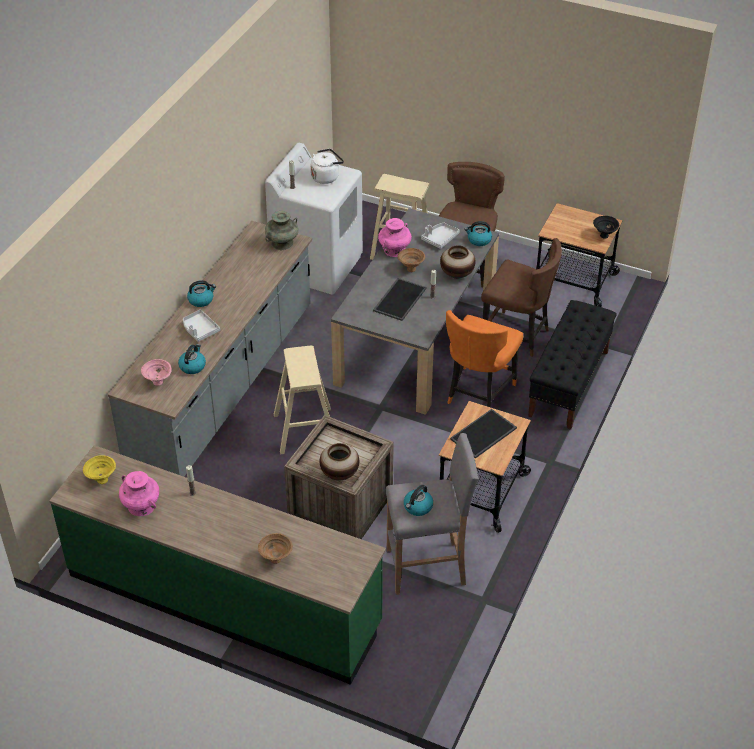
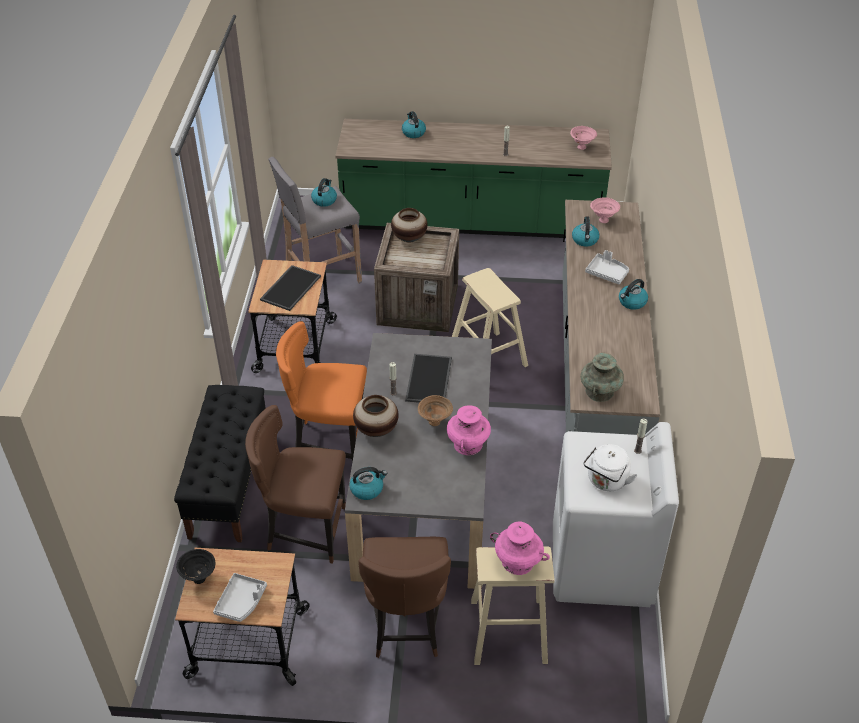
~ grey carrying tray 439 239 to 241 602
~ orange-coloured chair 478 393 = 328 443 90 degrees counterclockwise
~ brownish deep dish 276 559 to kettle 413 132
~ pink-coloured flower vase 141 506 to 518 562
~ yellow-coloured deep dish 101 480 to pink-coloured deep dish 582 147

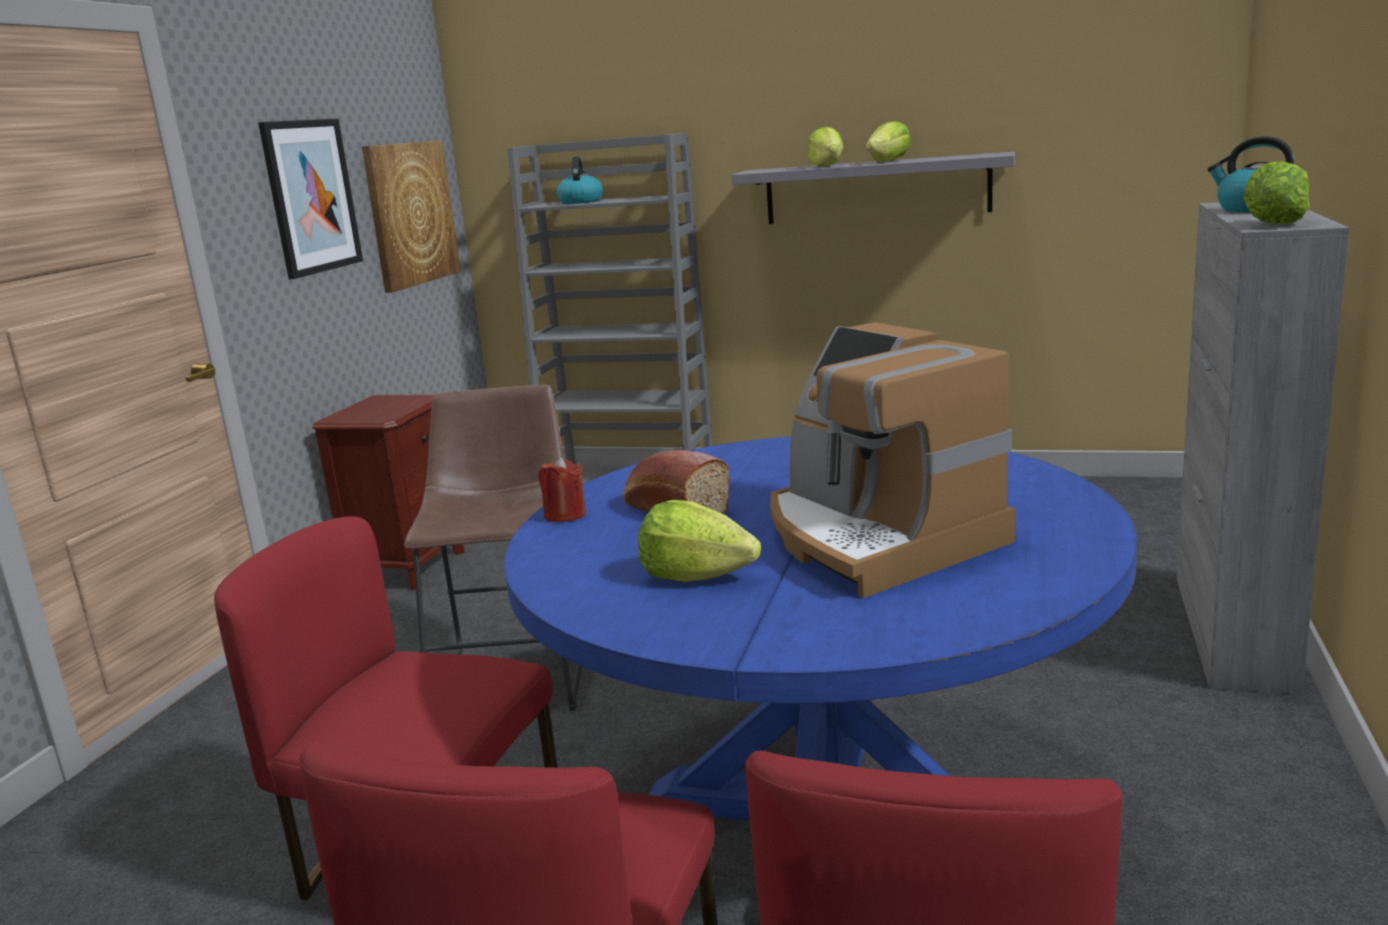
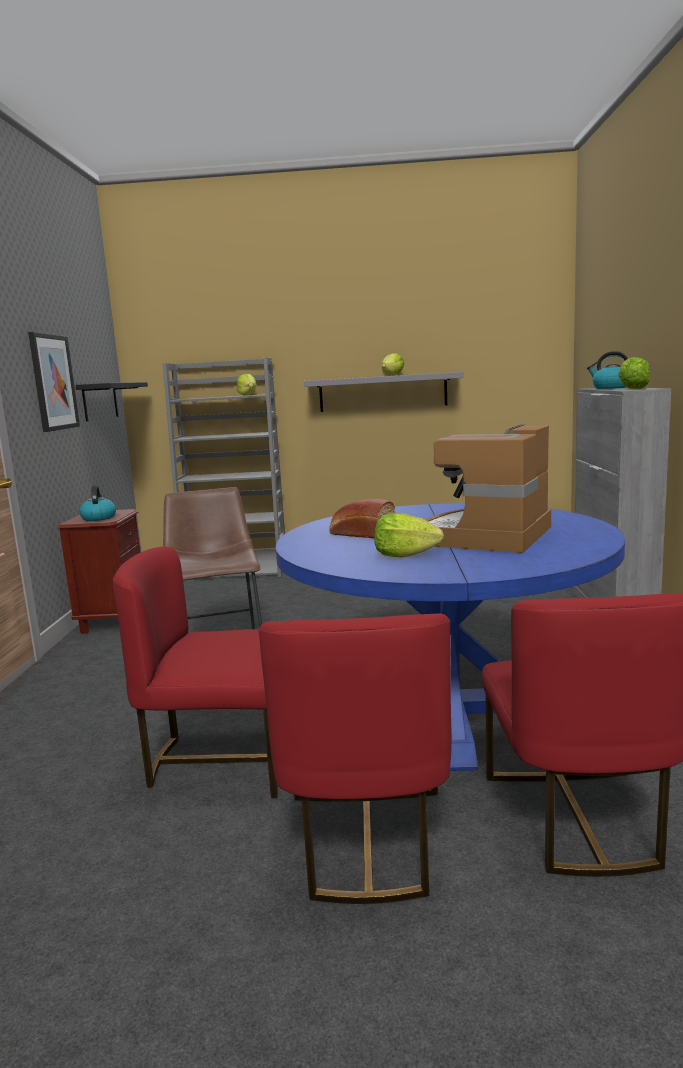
~ wall picture 410 213 to black shelf 100 401
~ kettle 580 202 to 98 518
~ head of lettuce 827 166 to 248 395
~ coffee brewer 876 538 = 487 536 75 degrees clockwise
- red candle 565 515

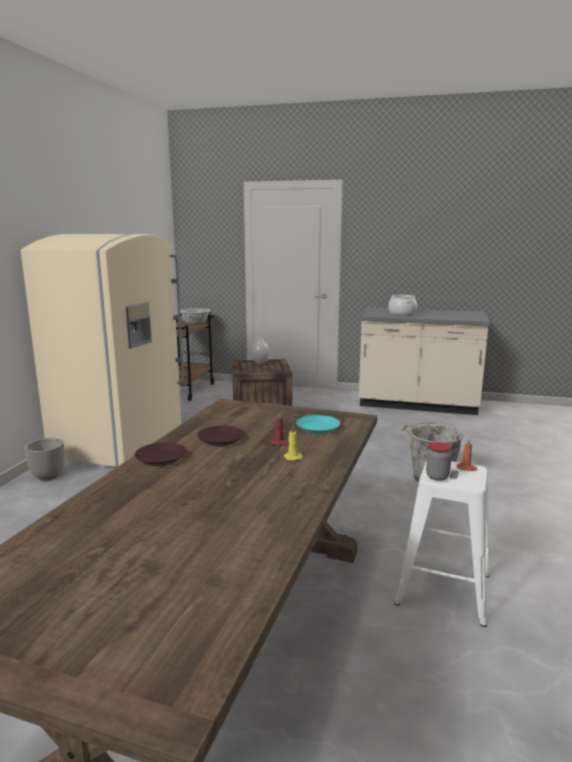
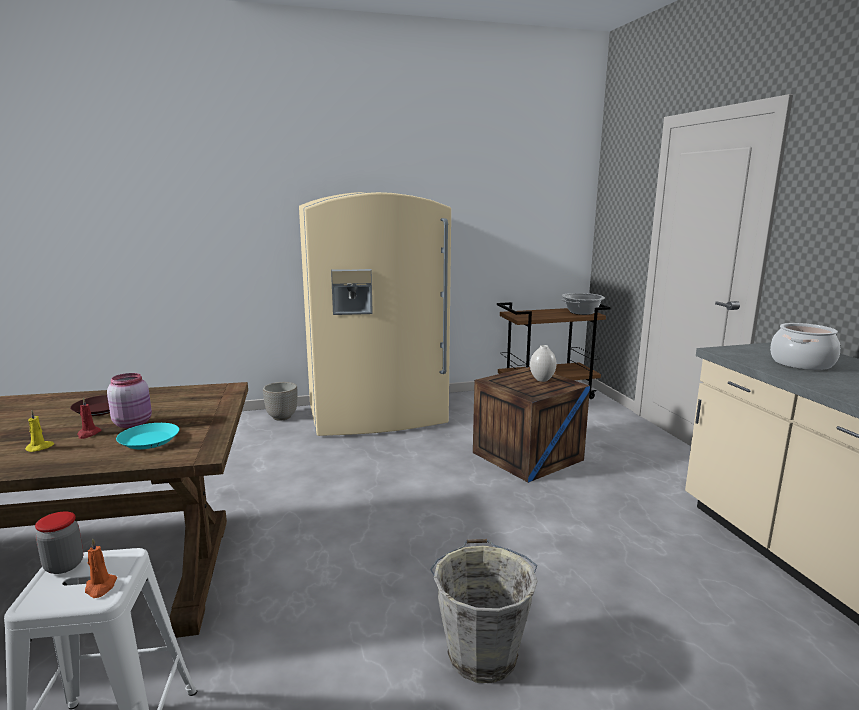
+ pink-coloured jar 134 423
- brownish plate 161 458

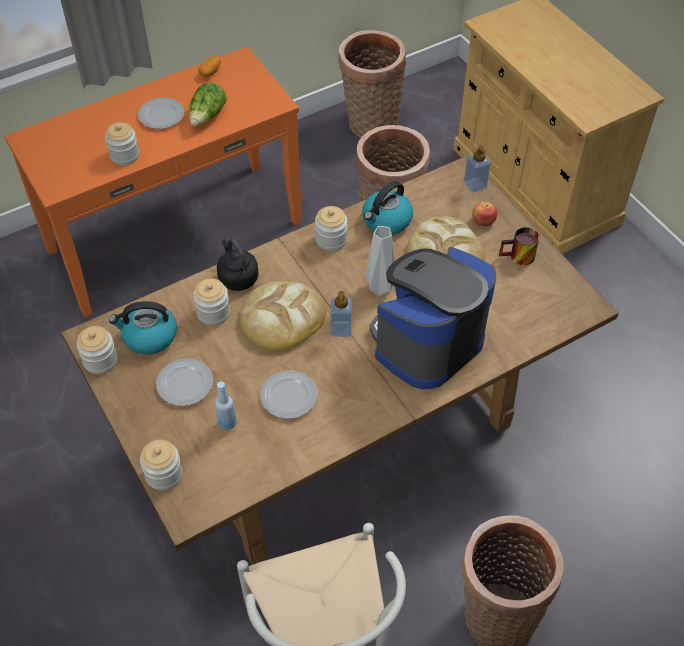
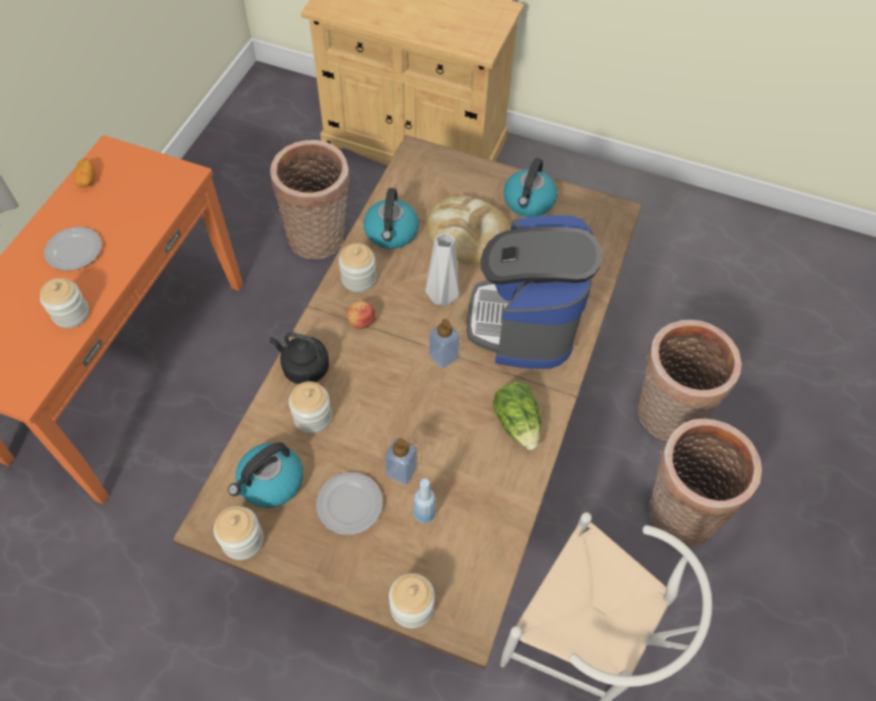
~ whole apple 483 221 to 361 321
~ liquid soap bottle 475 185 to 401 471
~ head of lettuce 207 116 to 517 423
~ coffee mug 518 258 to kettle 528 202
~ household basket 370 123 to 664 415
- baked bread 282 318
- plate 288 396

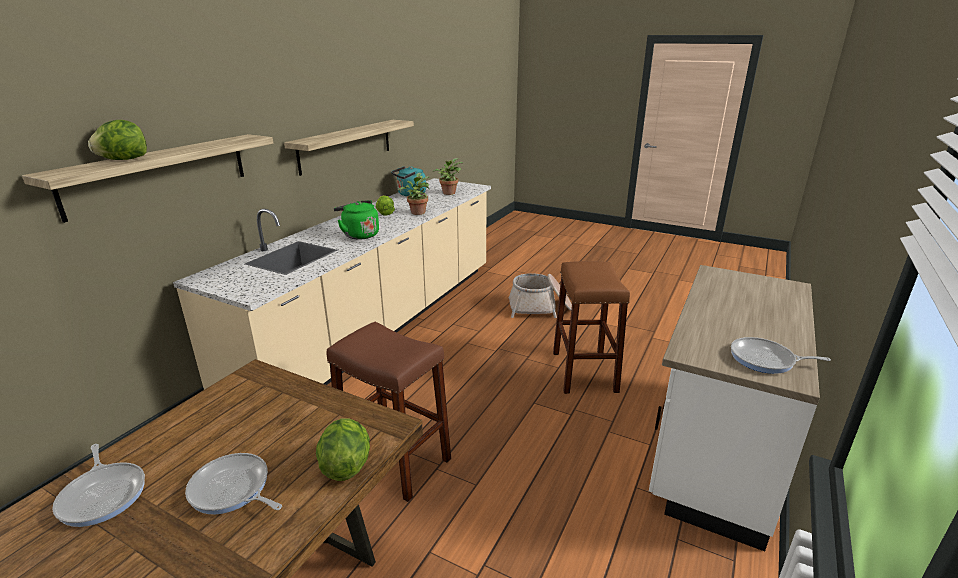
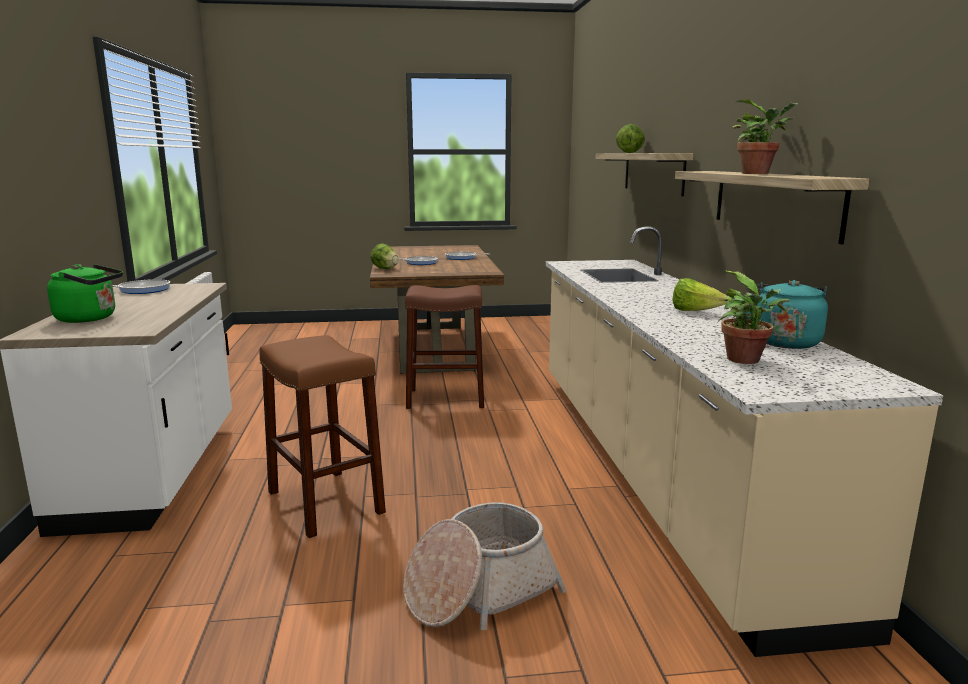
~ green-coloured kettle 359 235 to 90 318
~ plant in a pot 417 212 to 758 173

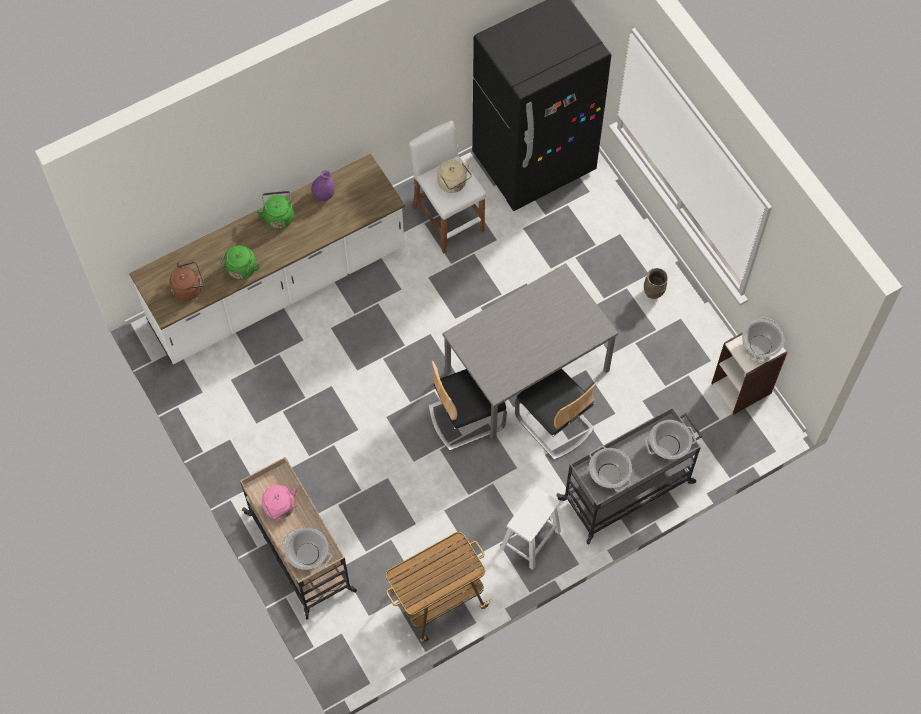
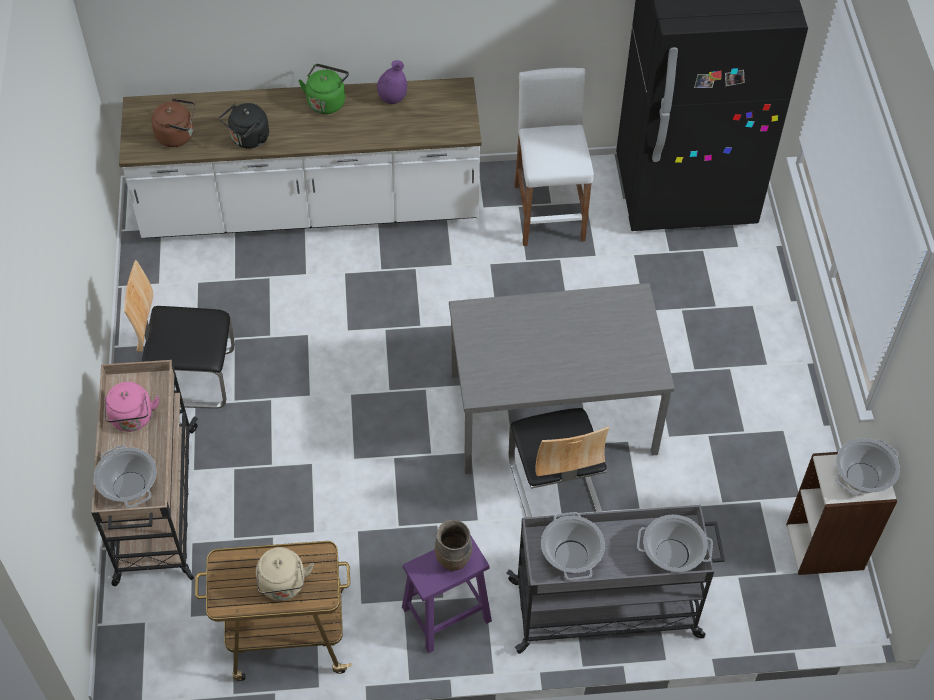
~ chair 465 417 to 190 377
~ green-coloured kettle 241 270 to black kettle 248 139
~ sand-coloured kettle 453 184 to 283 586
~ white-coloured stool seat 530 540 to purple-coloured stool seat 445 615
~ brownish flower vase 653 292 to 454 560

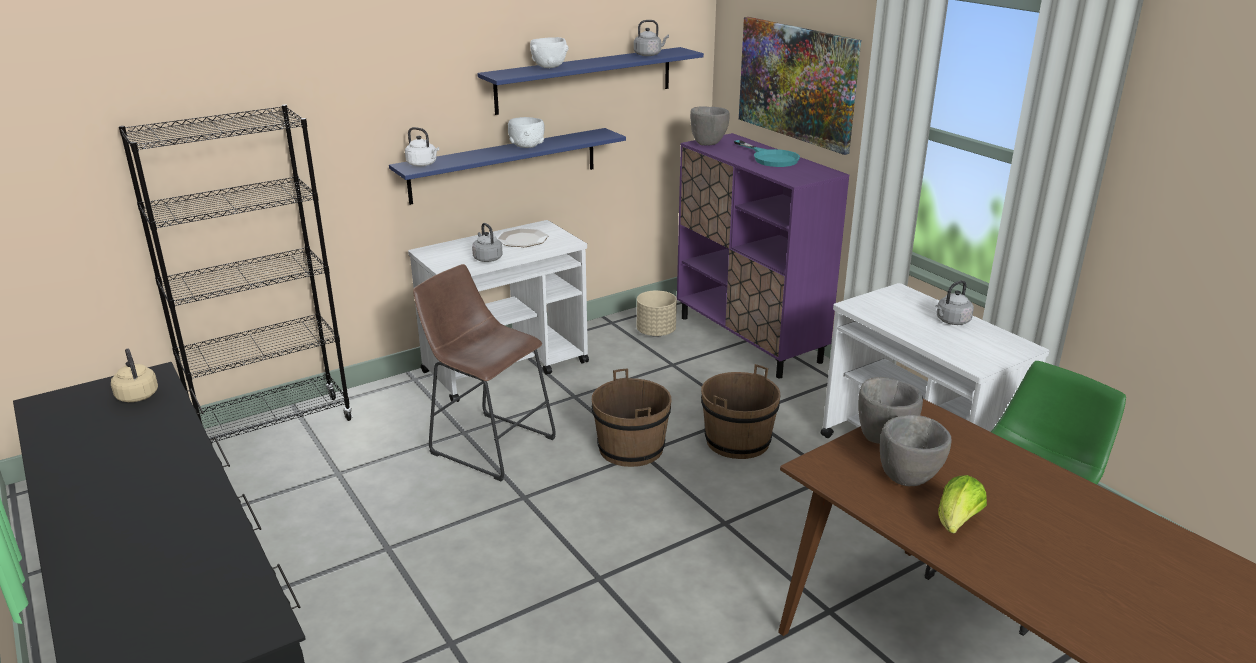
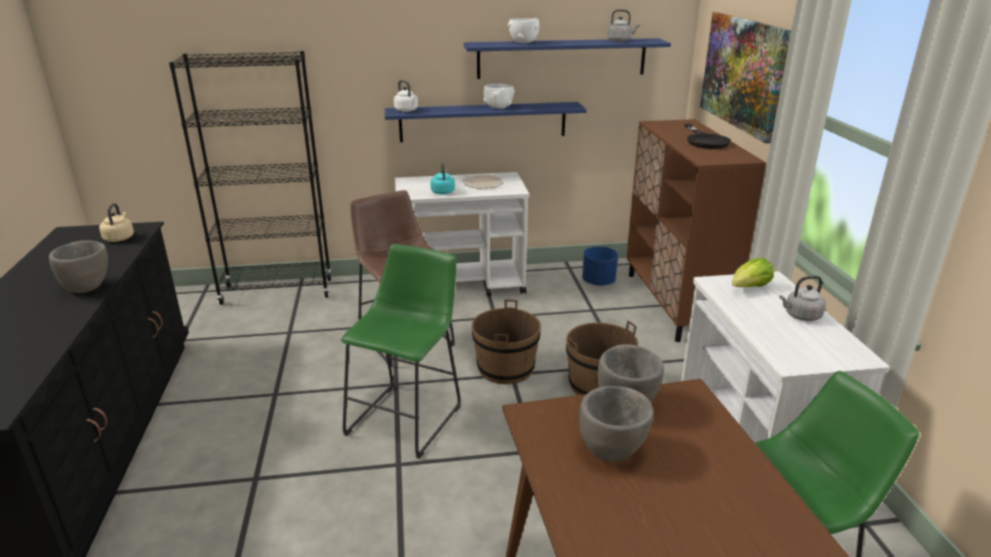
~ grey deep dish 708 143 to 88 288
+ green-coloured stool seat 408 416
~ grey kettle 487 258 to blue-green kettle 442 192
~ sand-coloured planter 656 332 to blue-coloured planter 599 282
~ purple-coloured storage cabinet 749 339 to brownish storage cabinet 674 304
~ blue-green skillet 770 158 to black skillet 705 141
~ head of lettuce 957 523 to 749 288

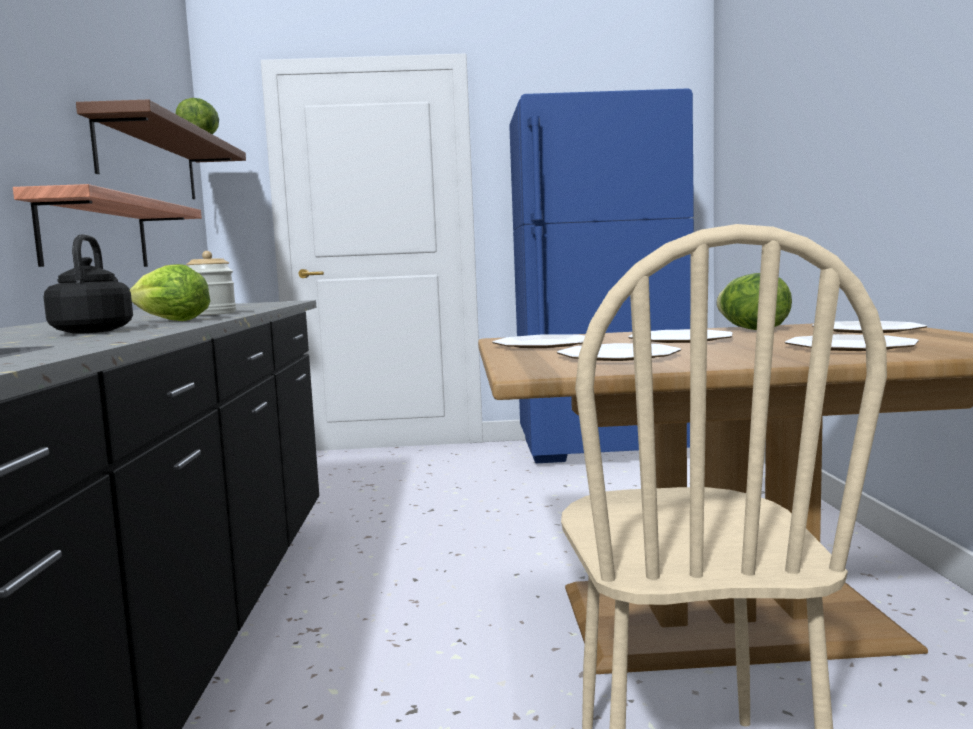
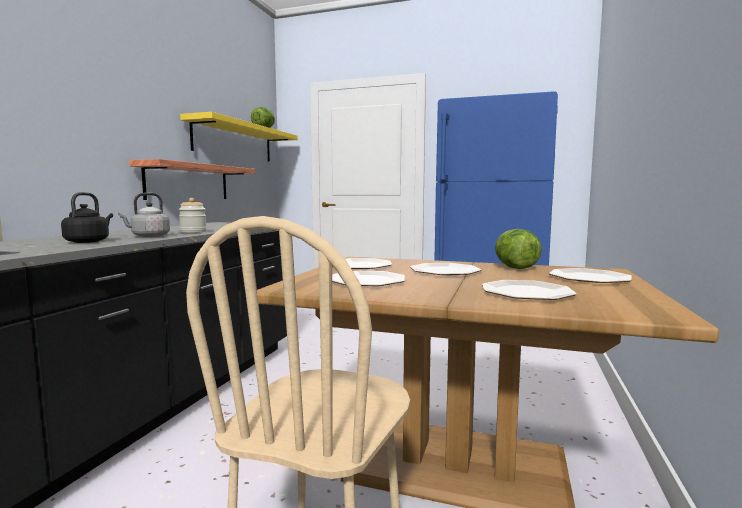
~ head of lettuce 167 321 to grey kettle 148 236
~ brownish shelf 149 160 to yellow-coloured shelf 234 142

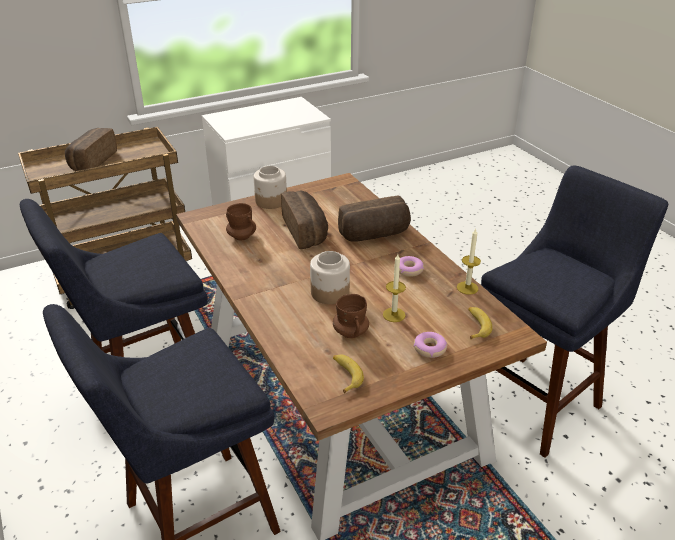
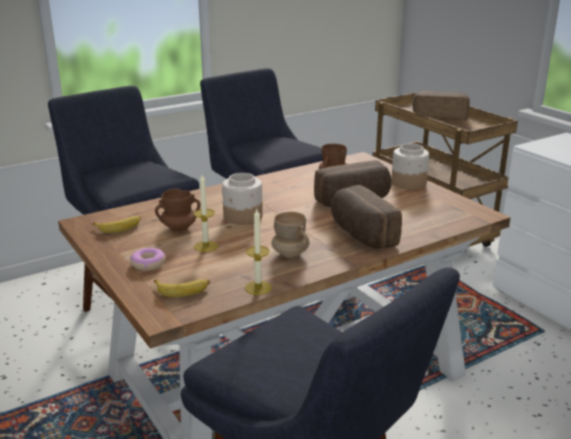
~ donut 409 270 to sand-coloured coffee mug 290 254

